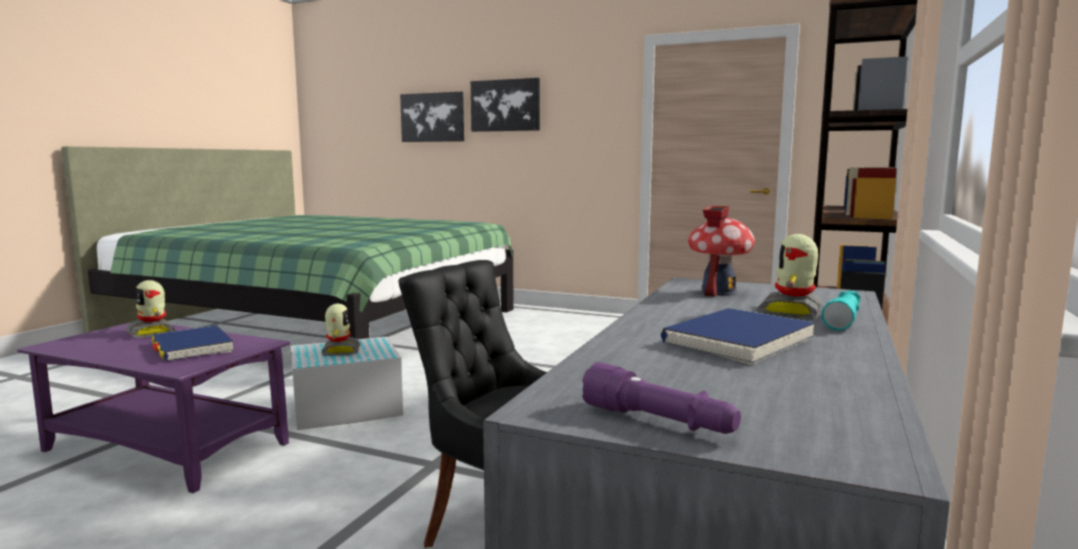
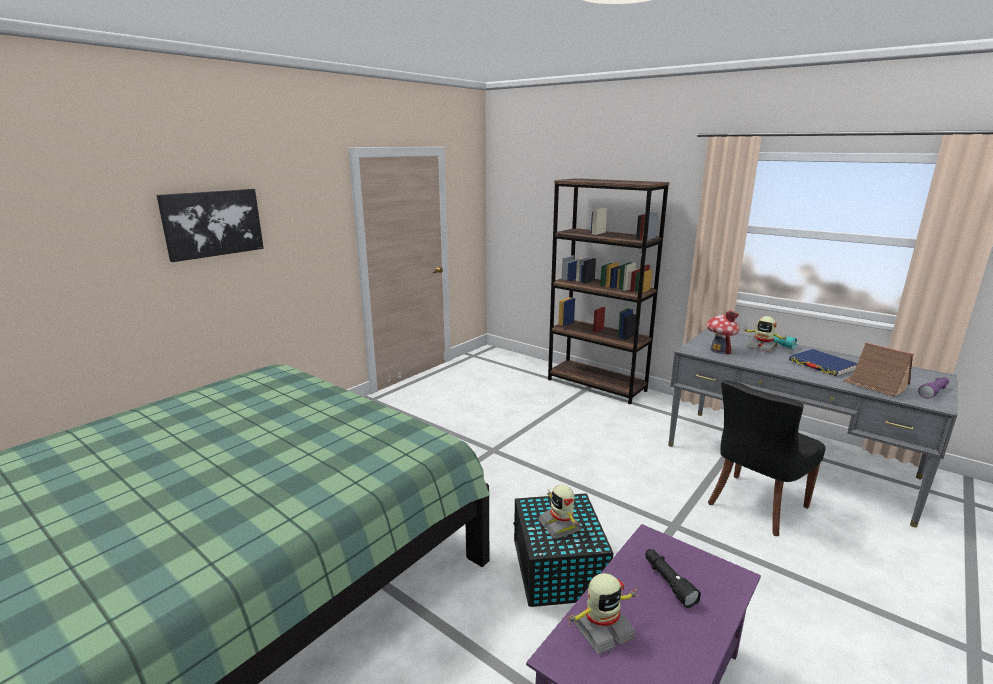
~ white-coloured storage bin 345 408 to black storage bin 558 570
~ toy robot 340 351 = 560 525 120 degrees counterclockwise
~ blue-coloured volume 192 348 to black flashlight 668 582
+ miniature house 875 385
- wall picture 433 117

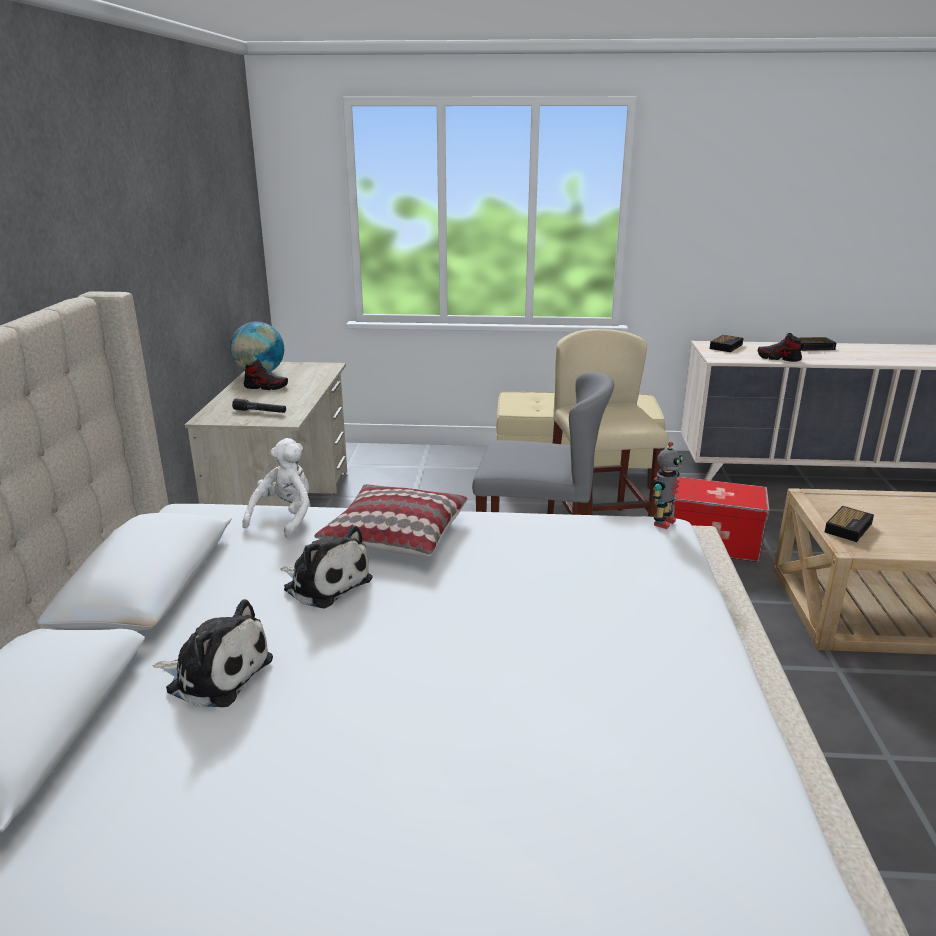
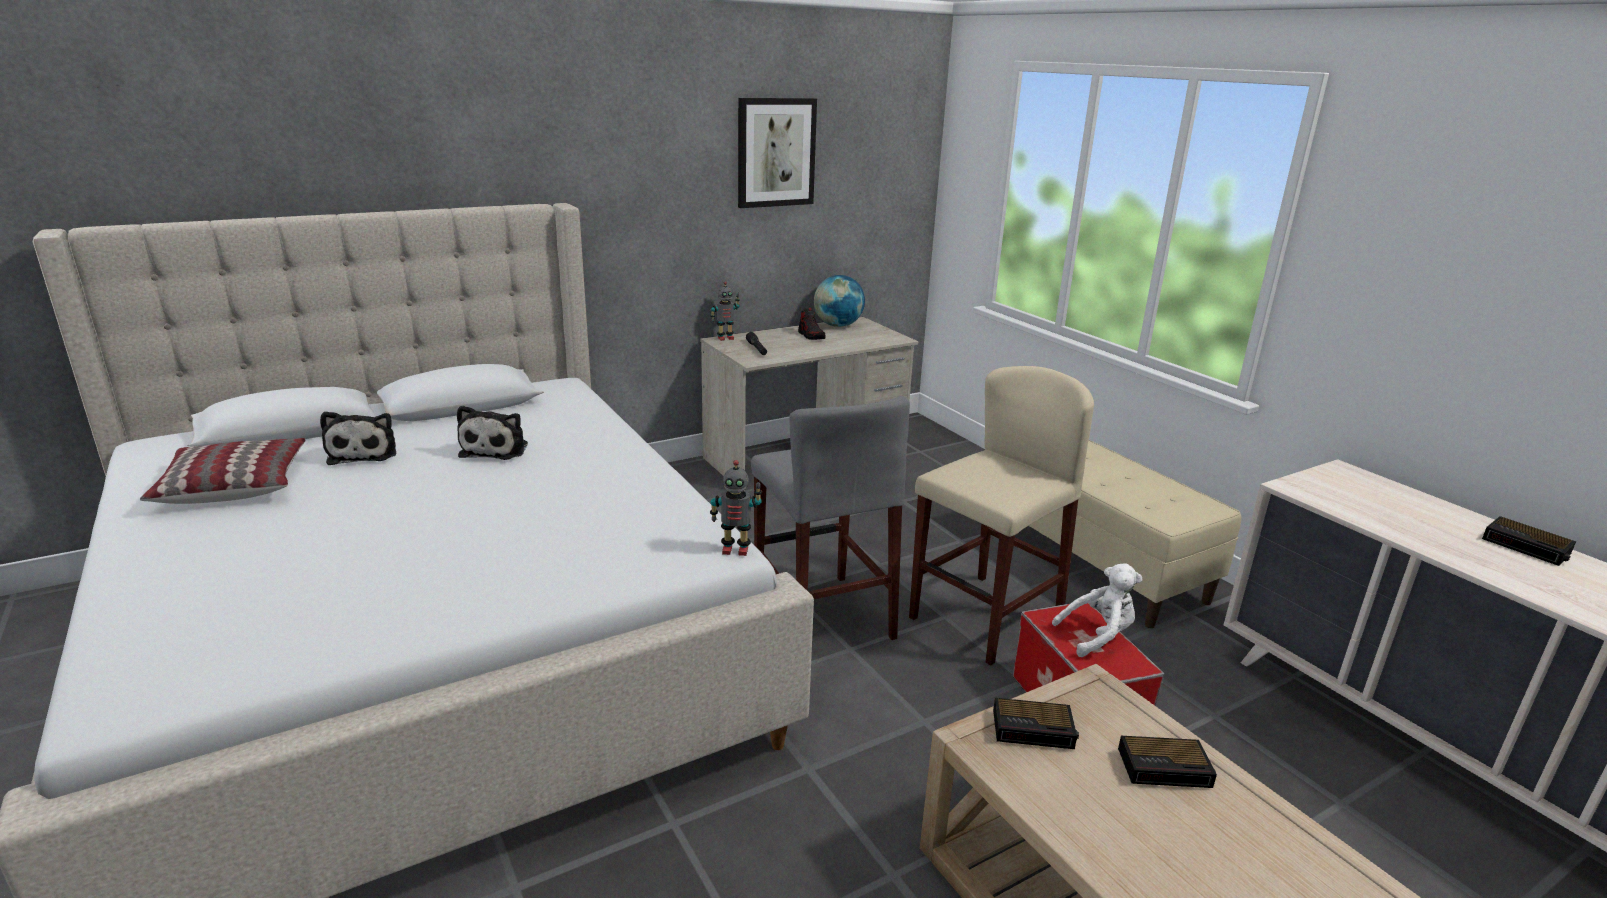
~ cushion 395 535 to 233 485
+ toy robot 725 338
+ wall picture 775 152
~ white-coloured plush toy 285 518 to 1097 636
~ table clock 726 346 to 1166 767
- item of footwear 778 358

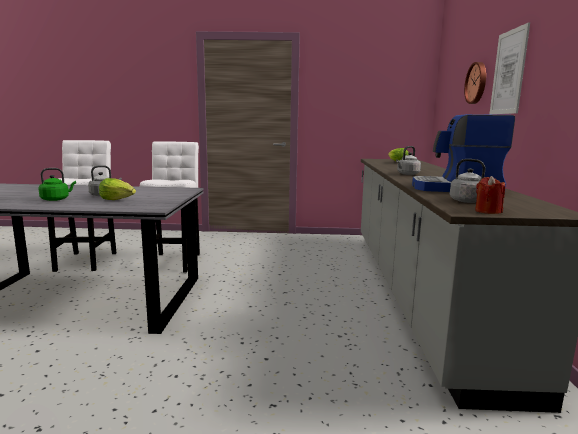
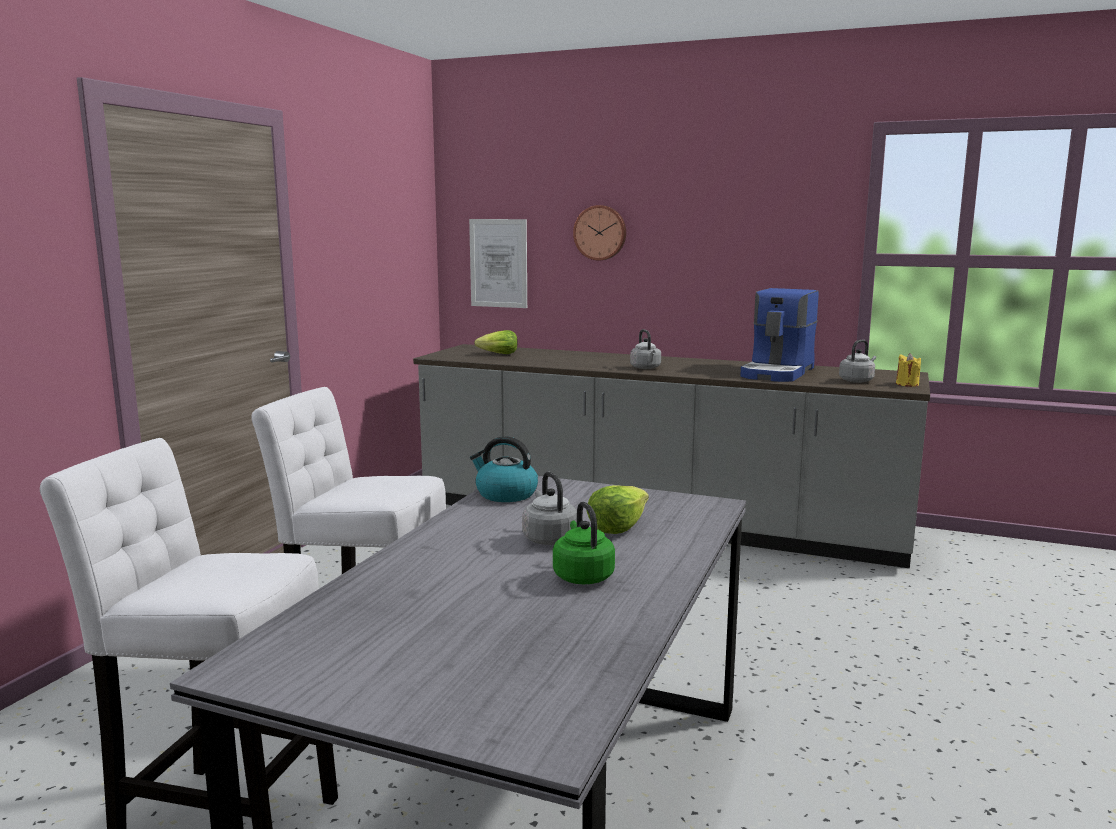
~ wall picture 509 72 to 498 263
+ kettle 505 494
~ red candle 488 211 to yellow-coloured candle 907 384

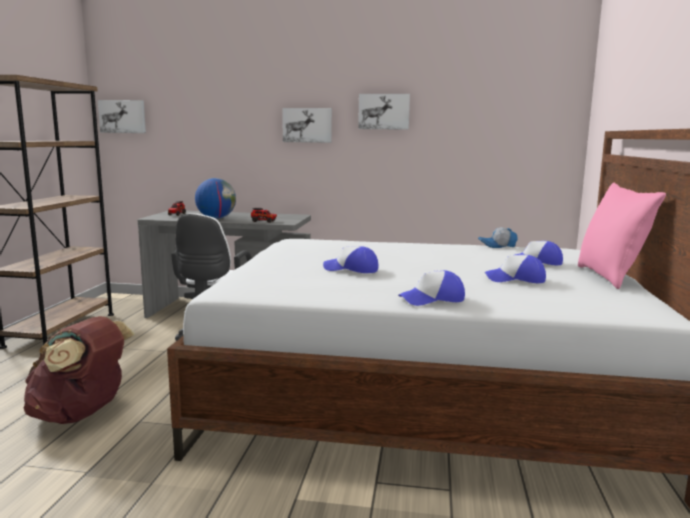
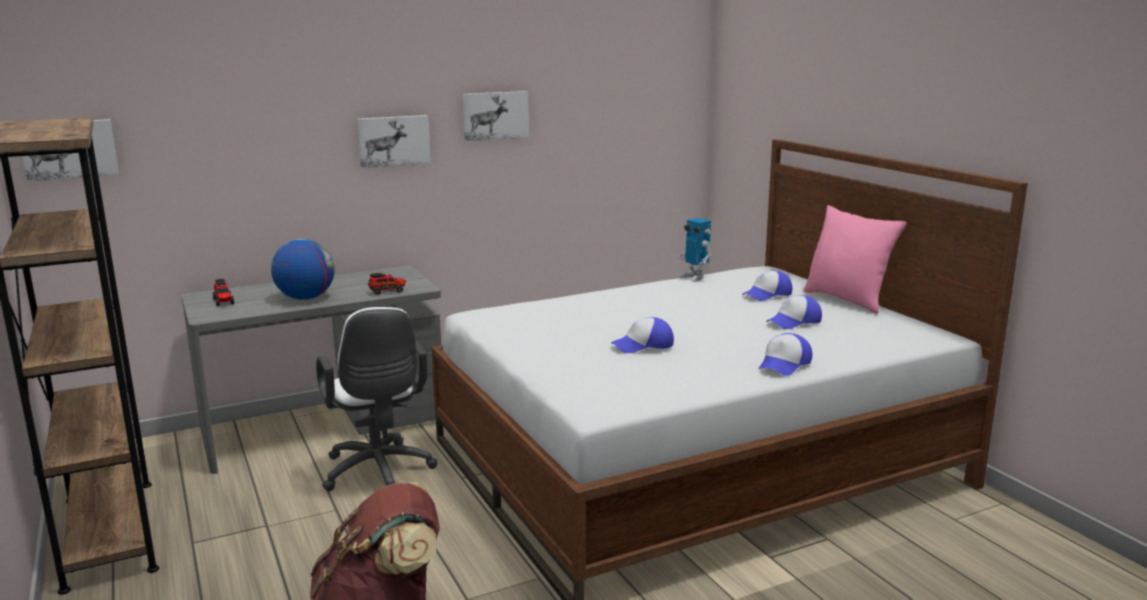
~ baseball cap 497 246 to toy robot 694 277

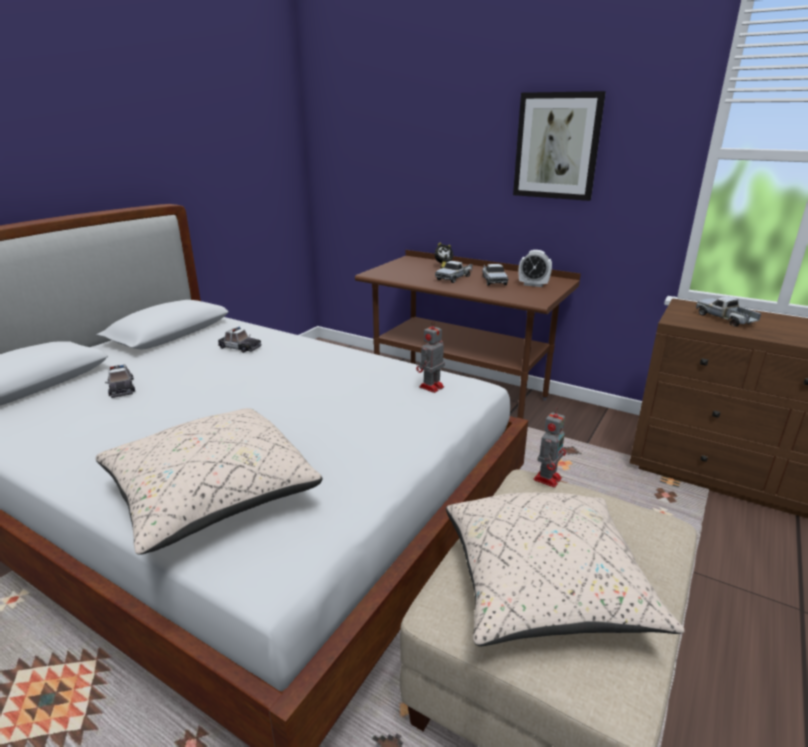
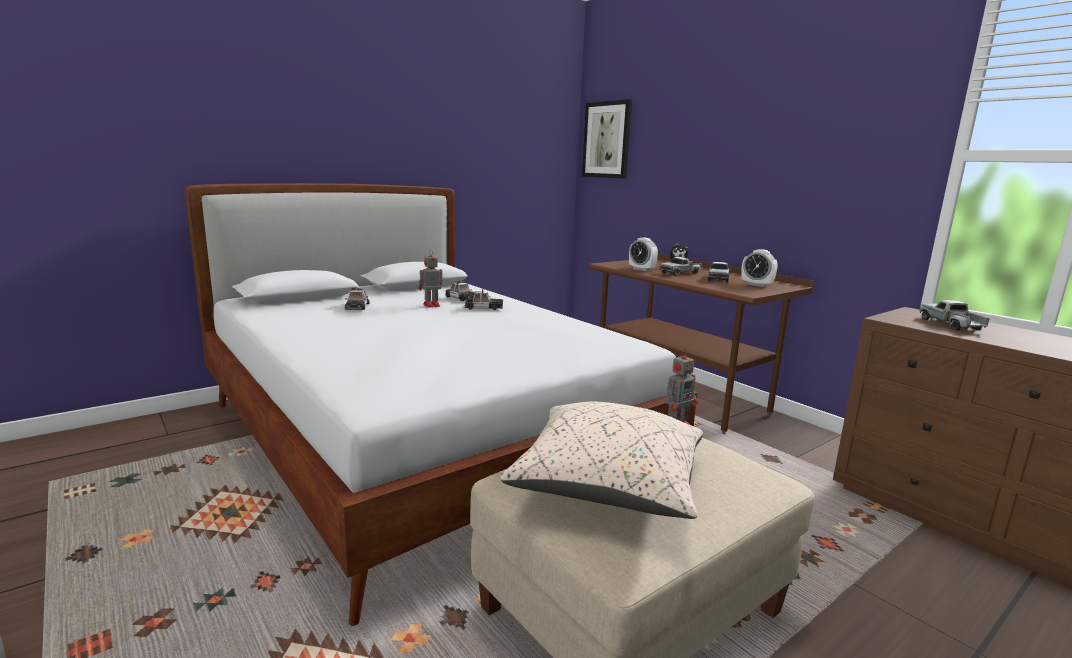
~ toy robot 430 387 to 430 305
+ miniature car 483 307
~ wall picture 557 146 to 607 140
+ table clock 641 269
- sand-coloured cushion 211 497

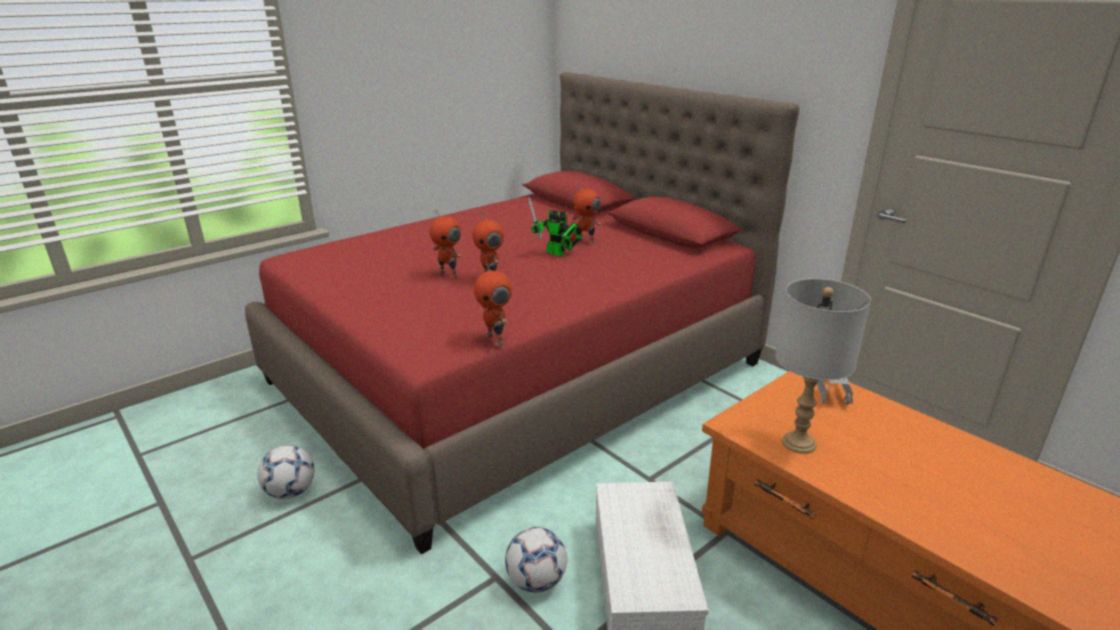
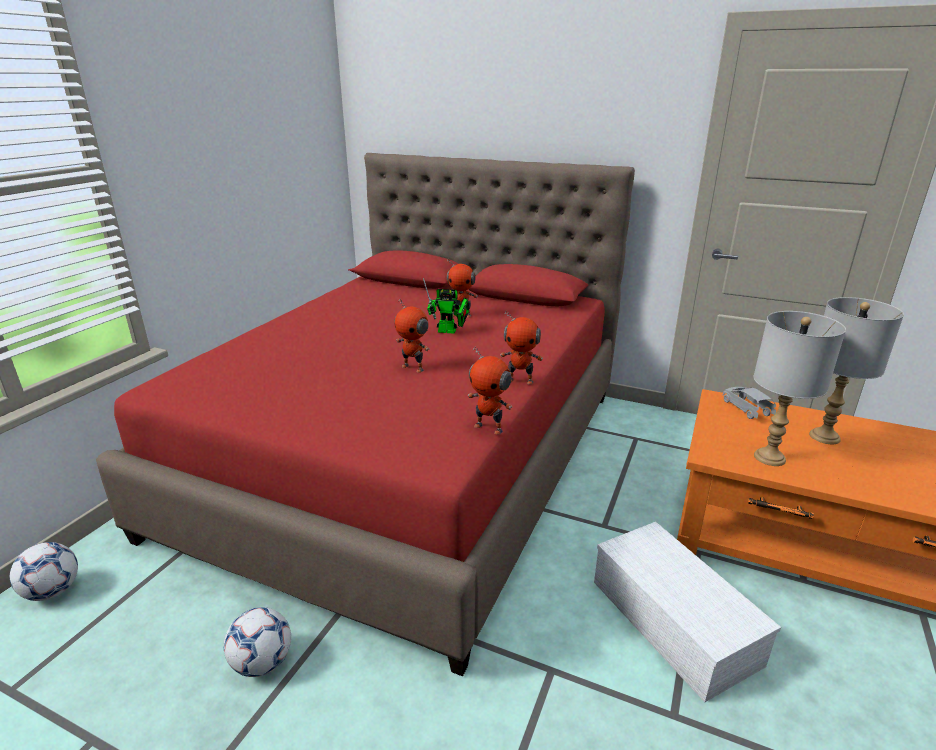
~ football ball 536 581 to 53 591
~ toy robot 449 274 to 520 380
+ grey tabletop lamp 824 436

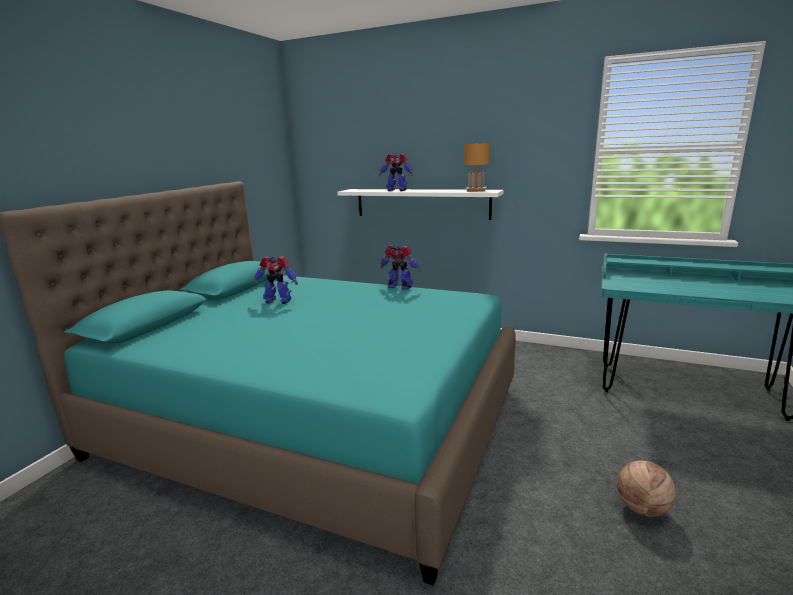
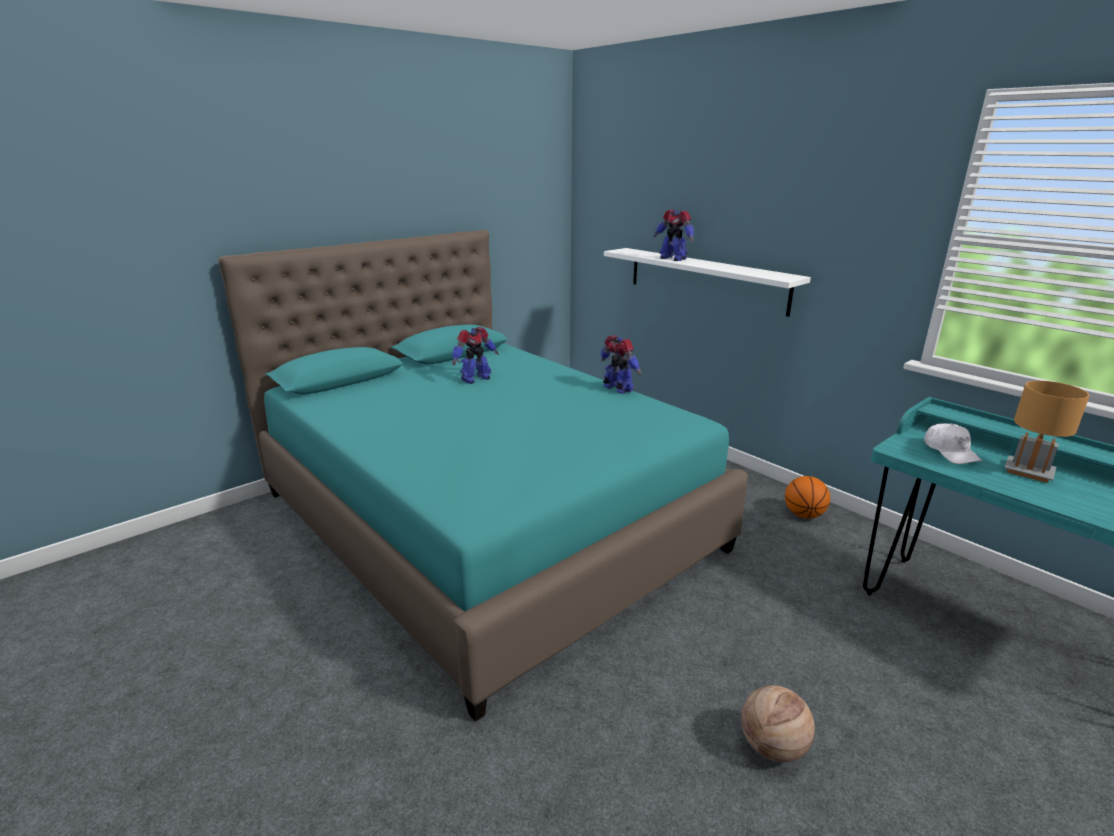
~ toy robot 278 300 = 475 379 75 degrees counterclockwise
+ basketball 803 515
+ white-coloured baseball cap 950 452
~ brownish tabletop lamp 476 190 to 1028 472

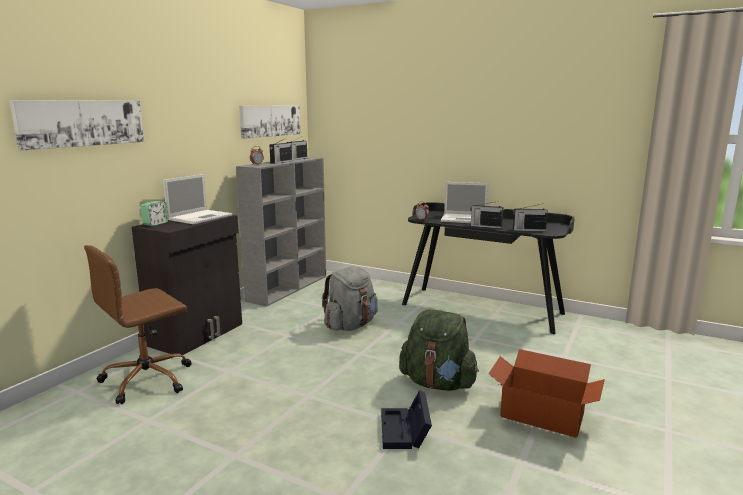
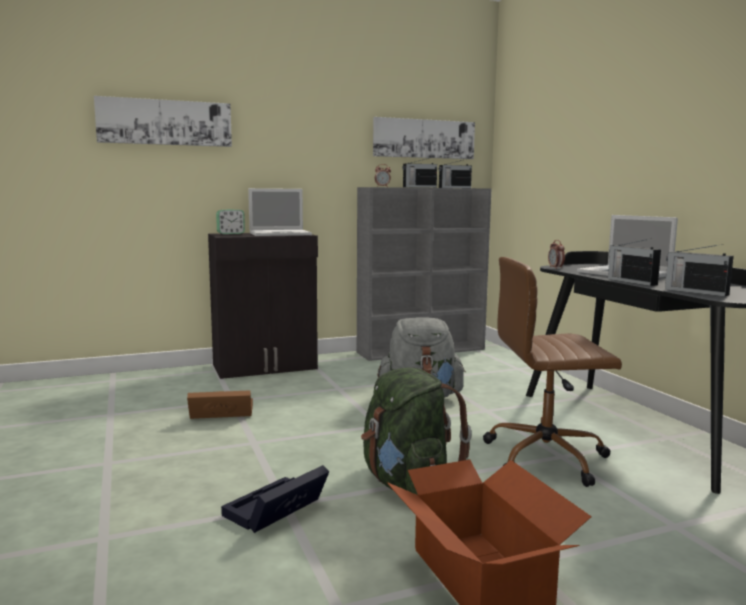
+ brownish storage bin 219 413
~ brownish desk chair 149 379 to 547 457

